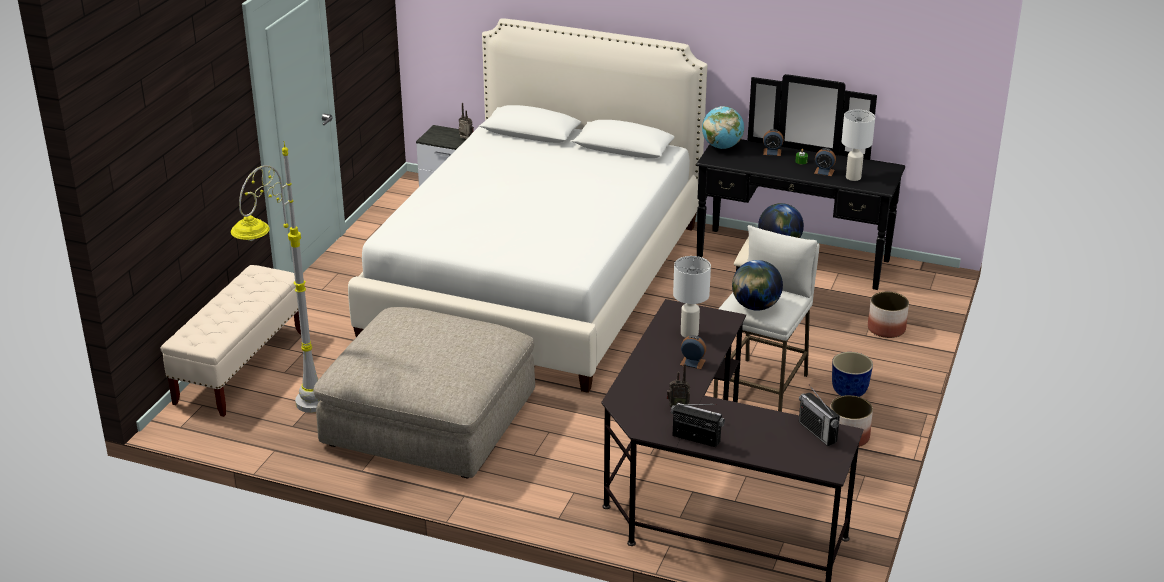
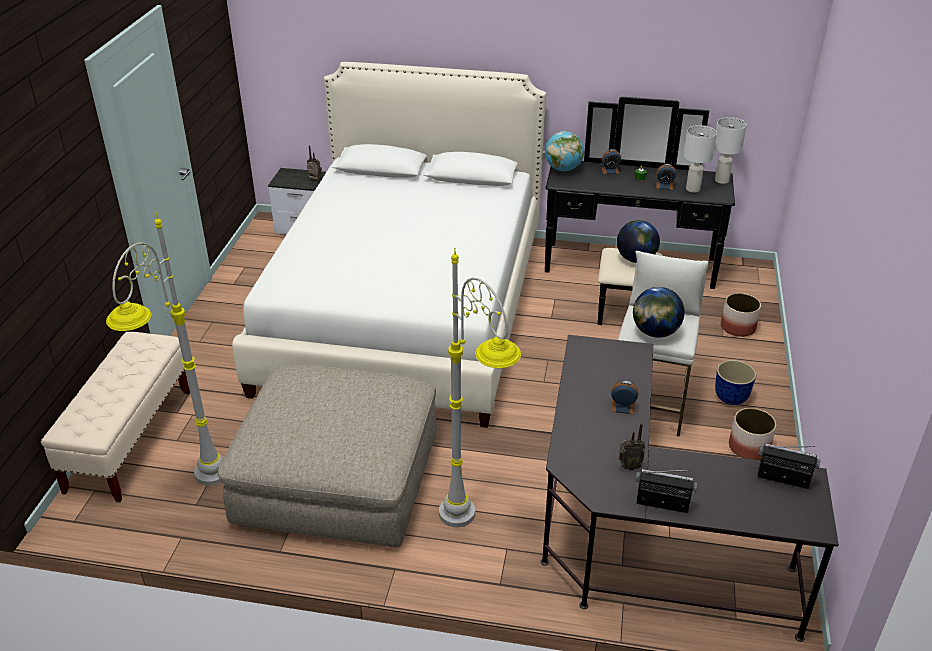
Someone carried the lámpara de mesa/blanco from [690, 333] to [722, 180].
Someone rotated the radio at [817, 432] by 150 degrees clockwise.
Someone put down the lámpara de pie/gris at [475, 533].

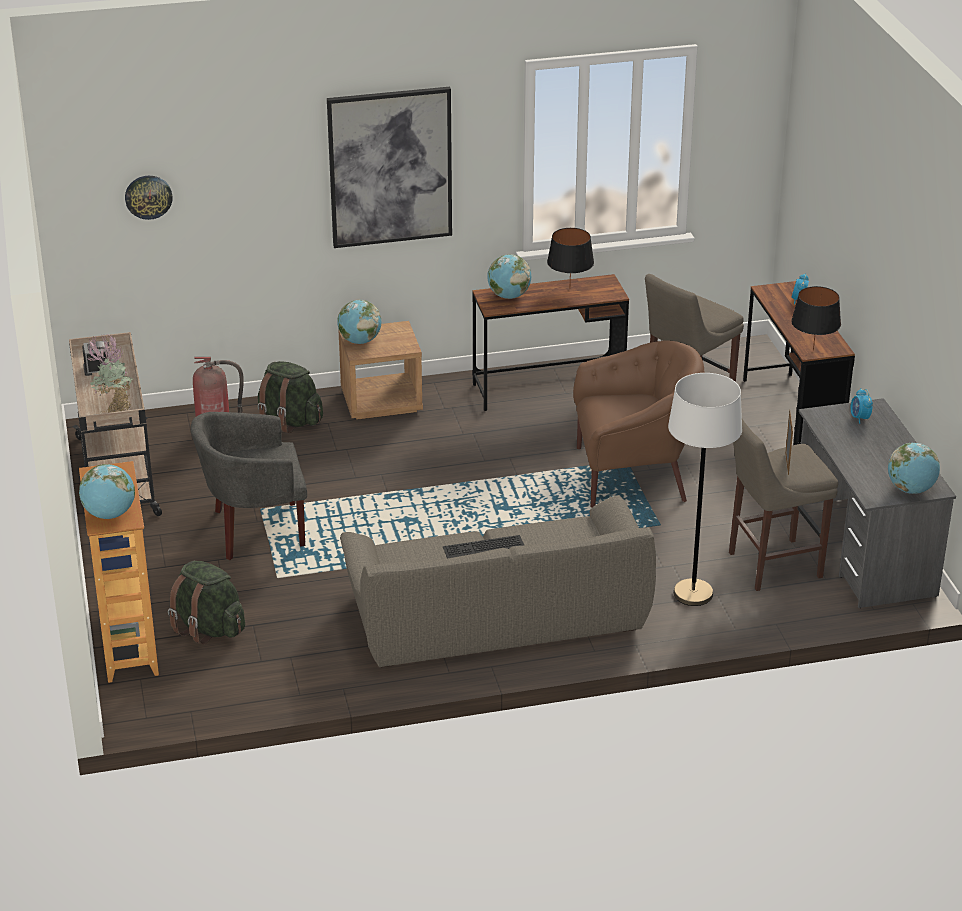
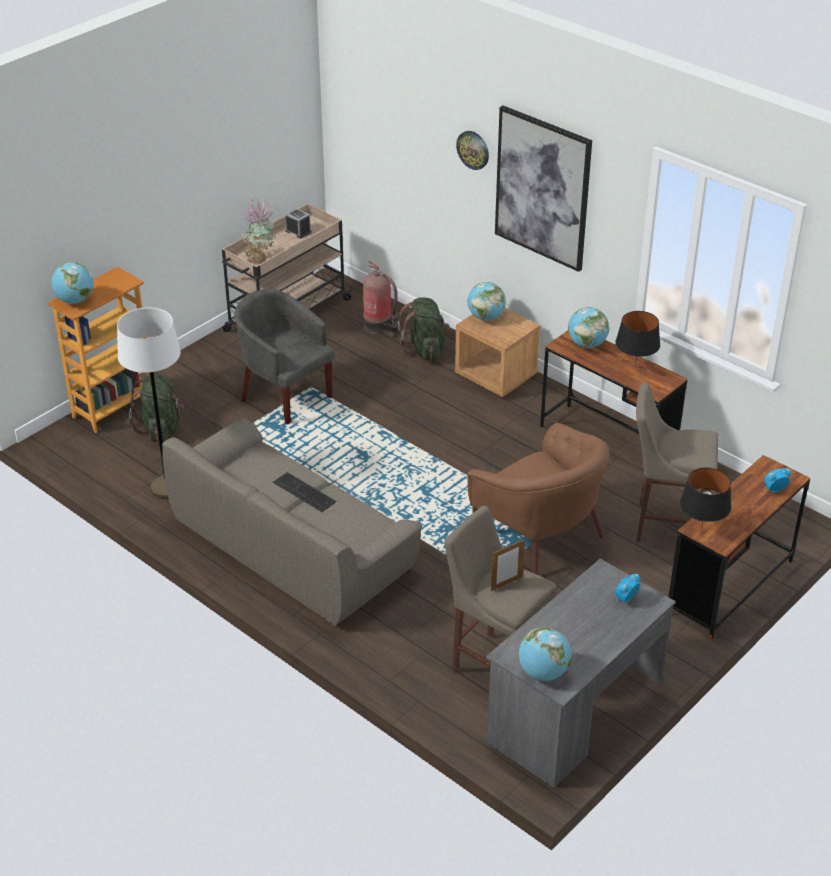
Someone carried the reloj de pared from [148, 196] to [473, 149].
Someone carried the lámpara de pie/blanco from [693, 594] to [167, 488].

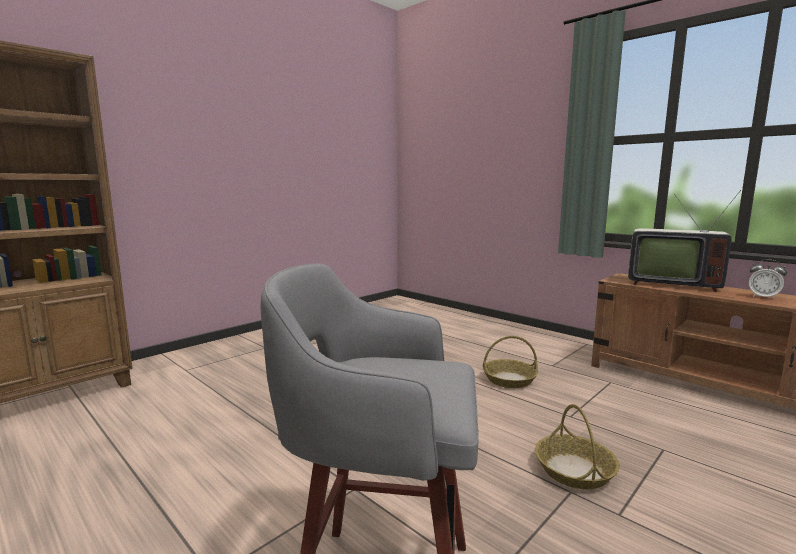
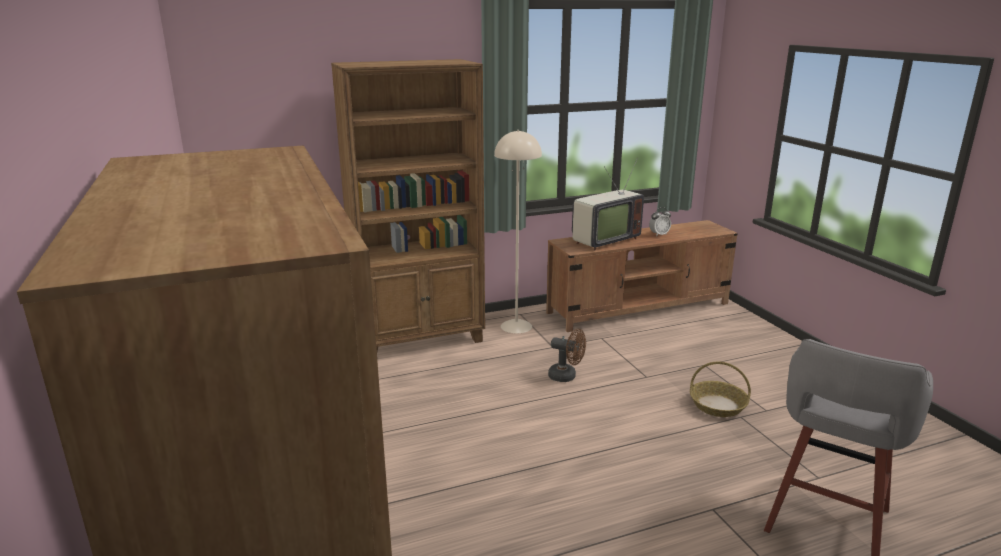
Someone swapped the cesta at [509, 379] for the ventilador/marrón at [566, 376].
Someone put down the estantería/marrón at [420, 339].
Someone put down the lámpara de pie/beis at [516, 326].

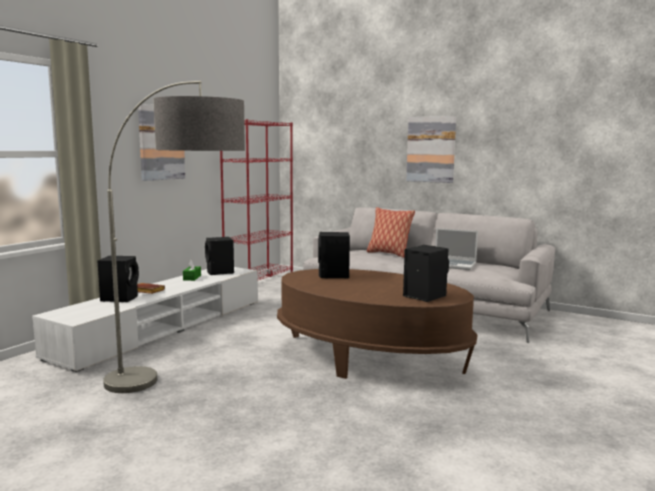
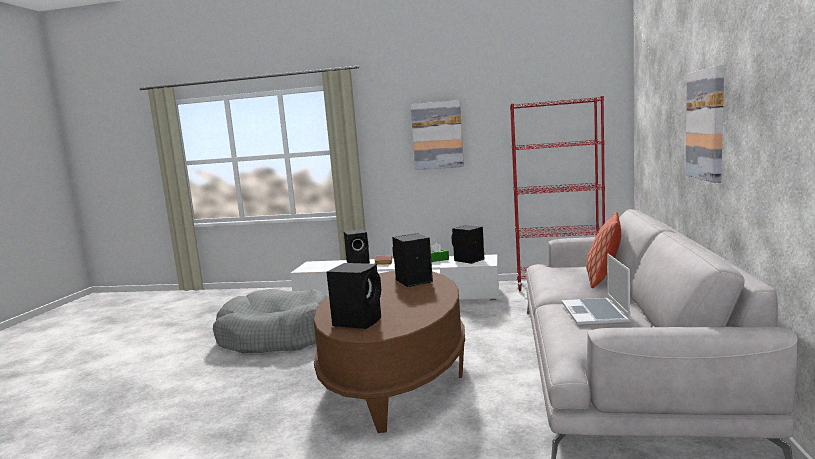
Someone swapped the lámpara de pie at [182, 393] for the cama para perro/gris at [276, 336].

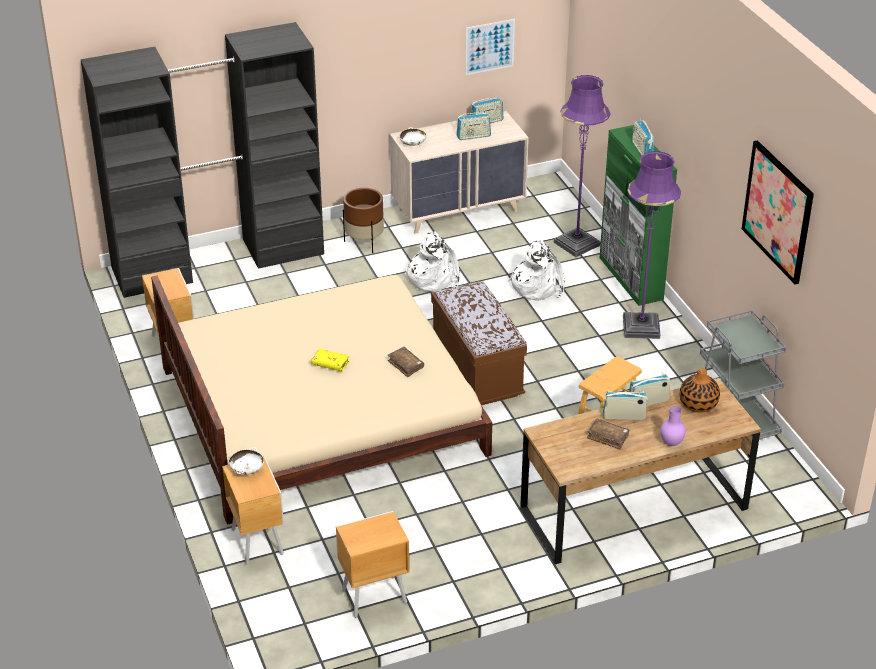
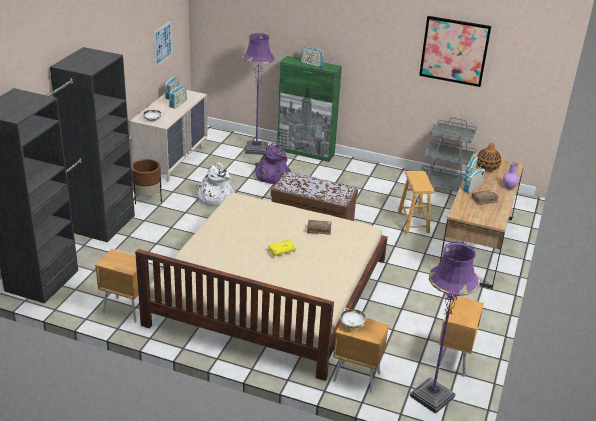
Someone carried the lámpara de pie/morado from [641, 327] to [432, 396].
Someone repainted the mochila/blanco at [537, 286], which became the mochila/morado at [271, 176].

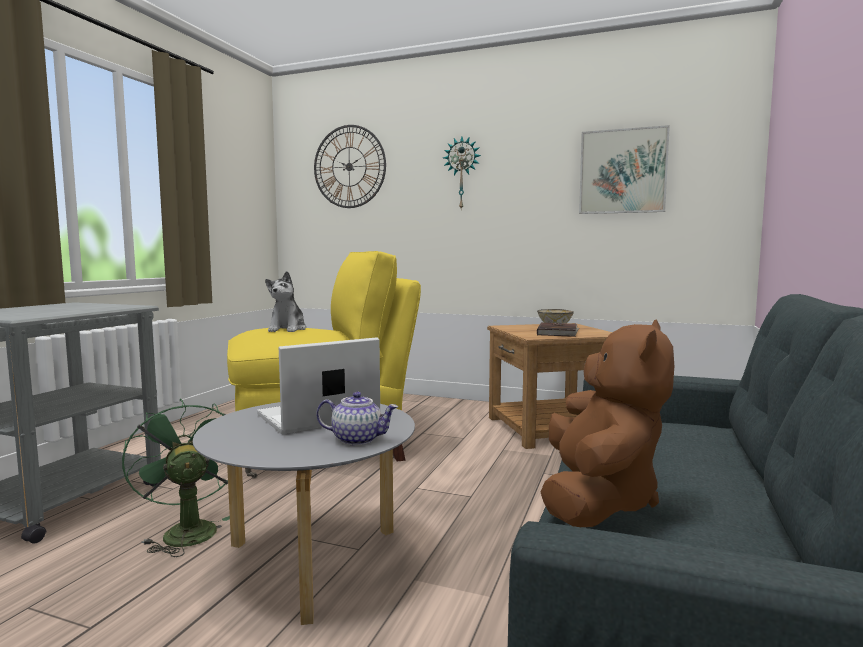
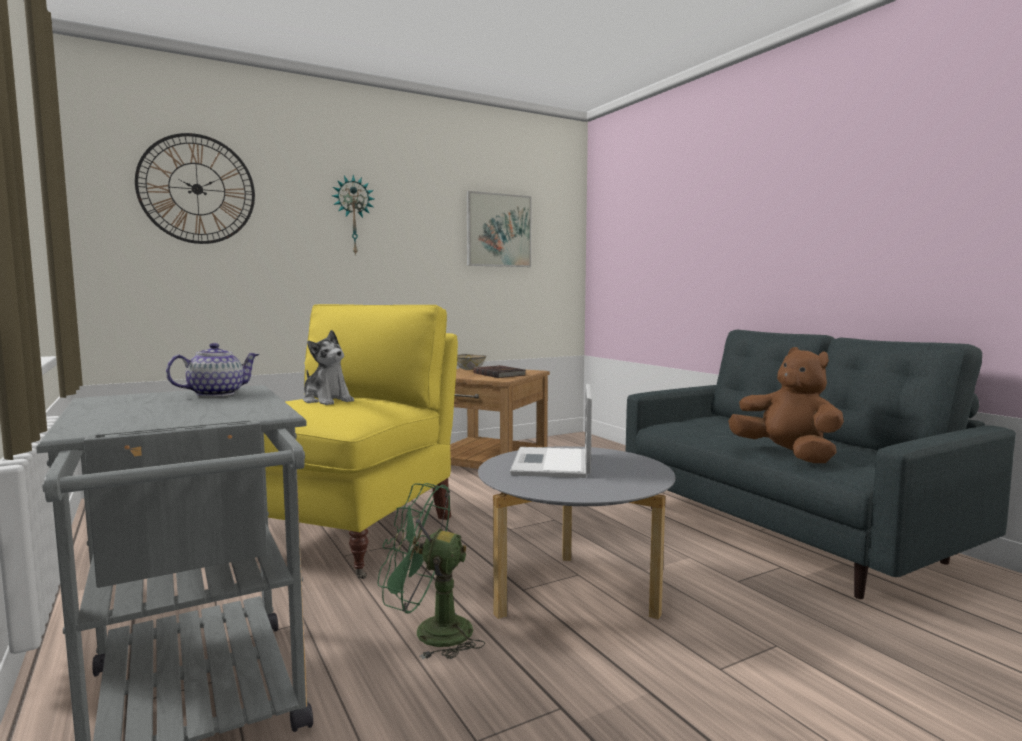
Someone carried the tetera from [358, 439] to [216, 394].

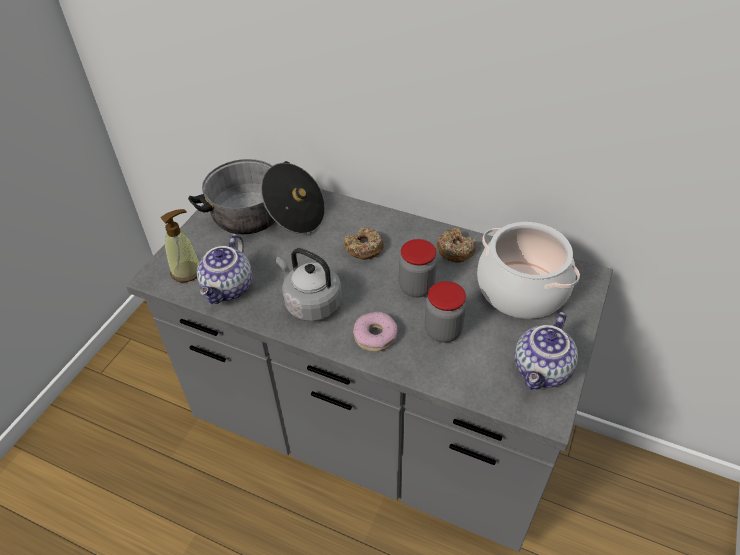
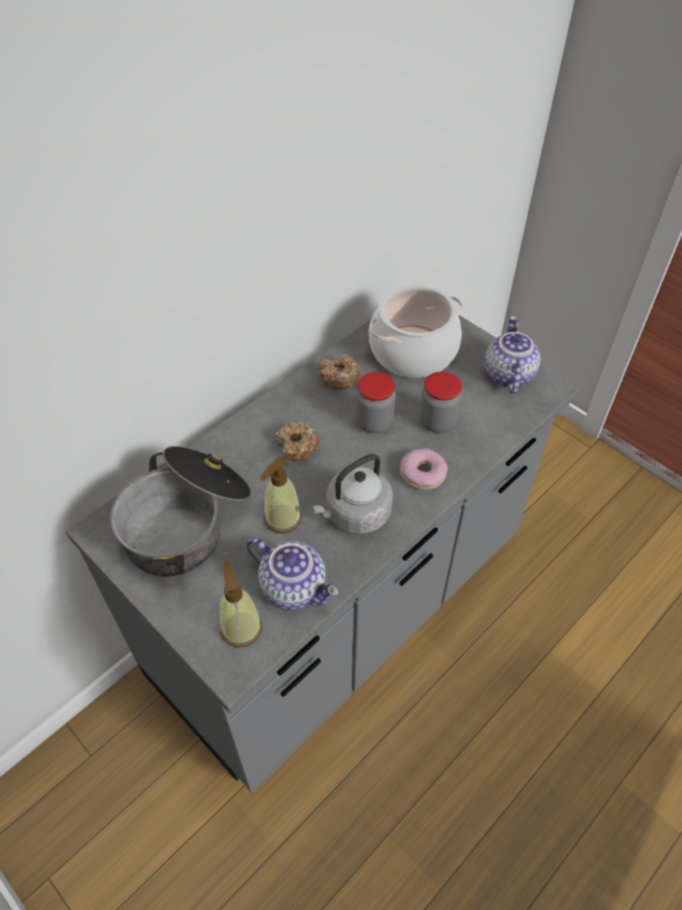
Someone rotated the tetera at [542, 371] by 135 degrees counterclockwise.
Someone put down the dispensador de jabón at [282, 518].

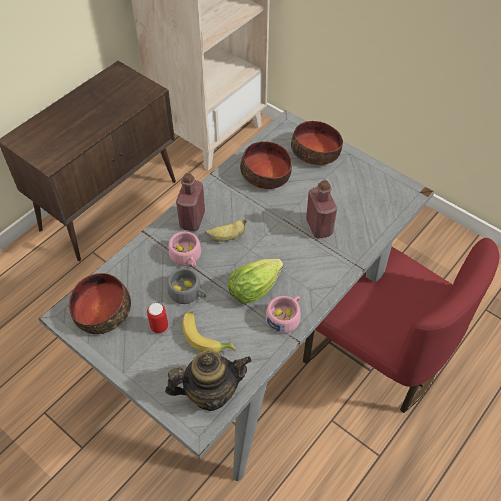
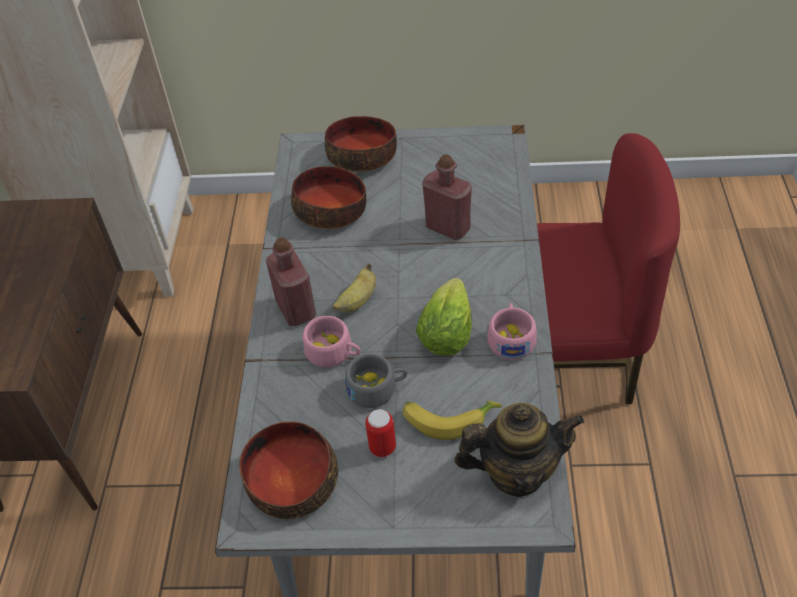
Someone rotated the tetera at [210, 392] by 45 degrees clockwise.

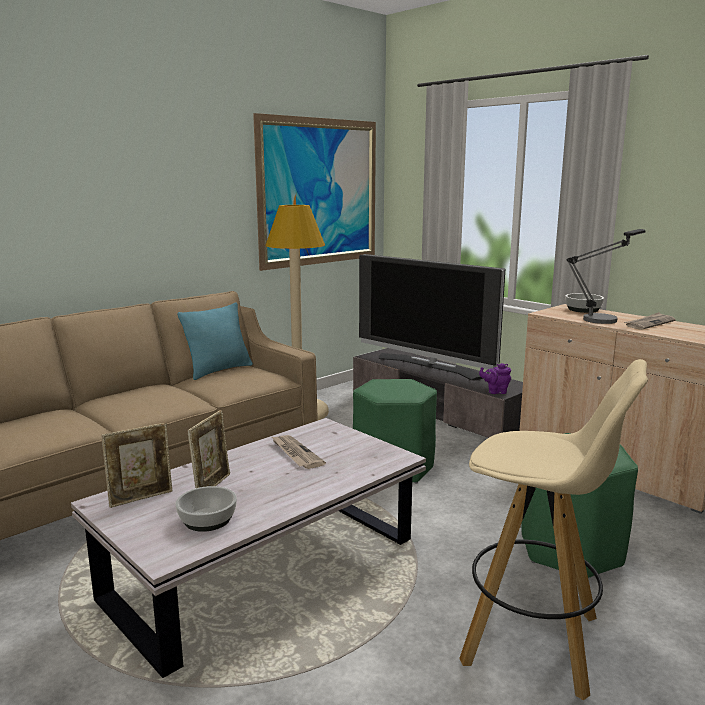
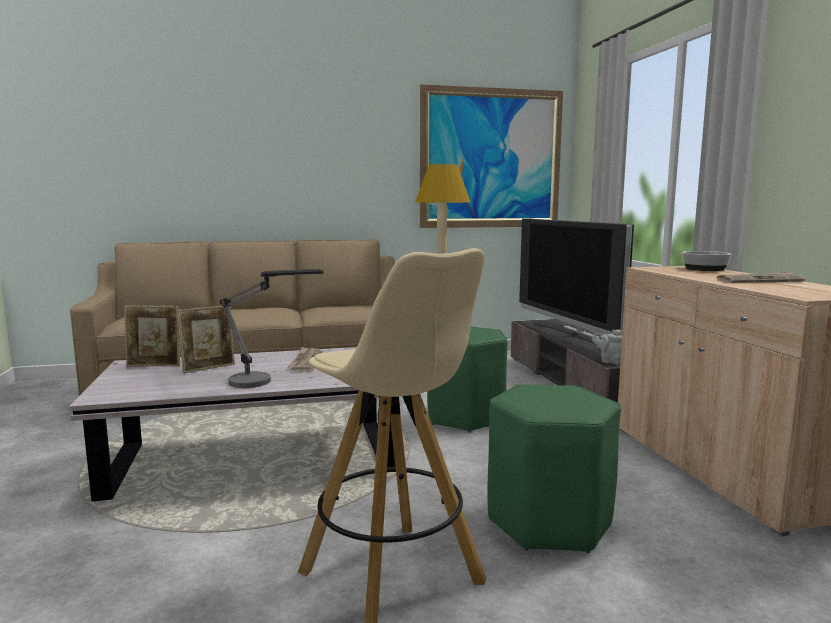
Someone carried the lámpara de mesa from [605, 318] to [263, 381].
Someone took away the cojín/turquesa at [218, 370].
Someone repainted the tetera/morado at [495, 391], which became the tetera/gris at [610, 361].
Someone took away the cuenco at [206, 519].

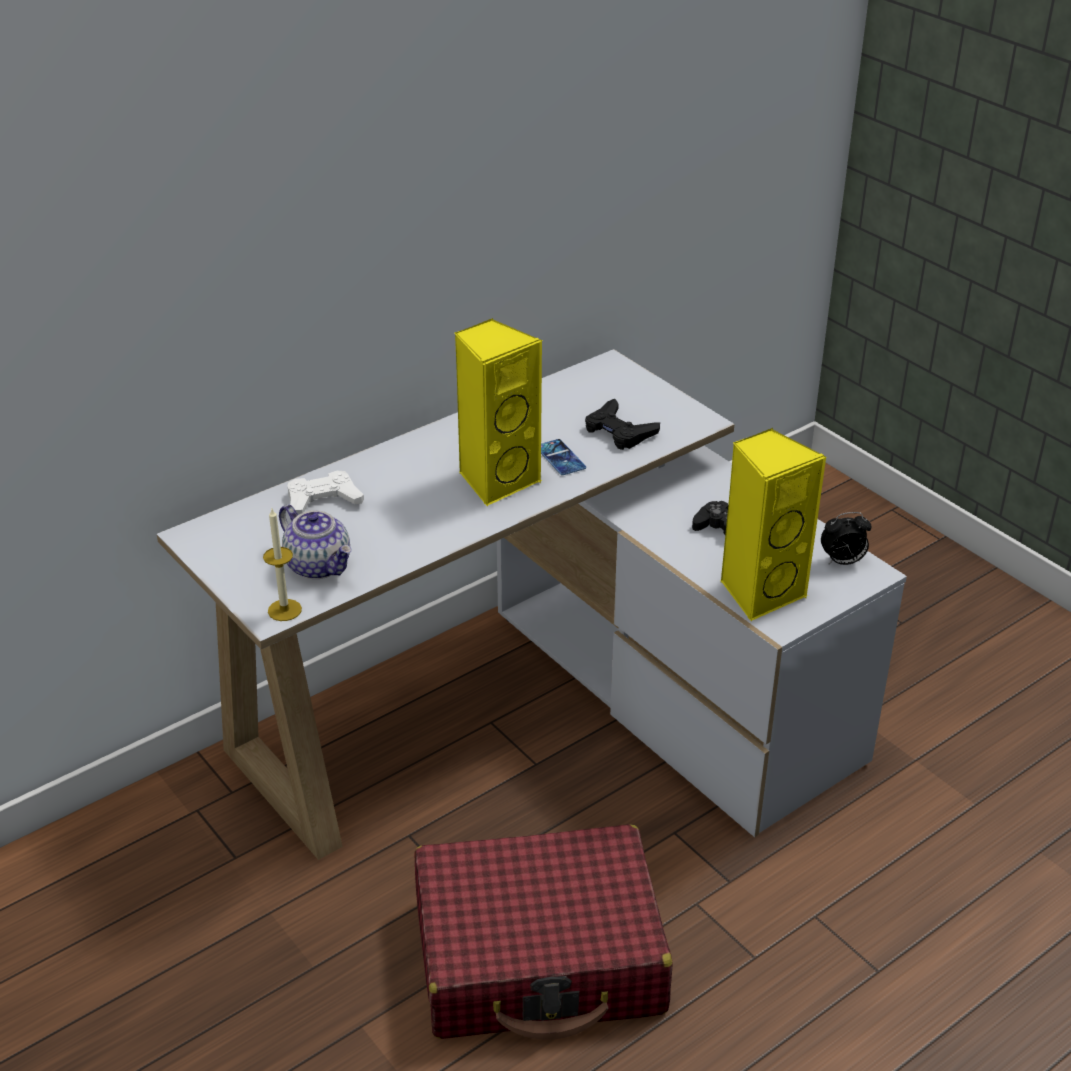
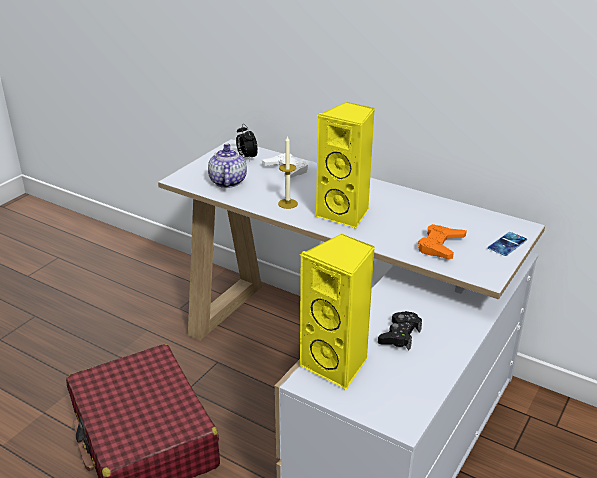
Someone repainted the mando de consola/negro at [619, 431], which became the mando de consola/naranja at [440, 246].
Someone carried the móvil from [560, 458] to [507, 244].
Someone rotated the tetera at [319, 565] by 150 degrees clockwise.
Someone carried the vela from [284, 610] to [287, 203].
Someone carried the despertador from [842, 562] to [246, 157].

